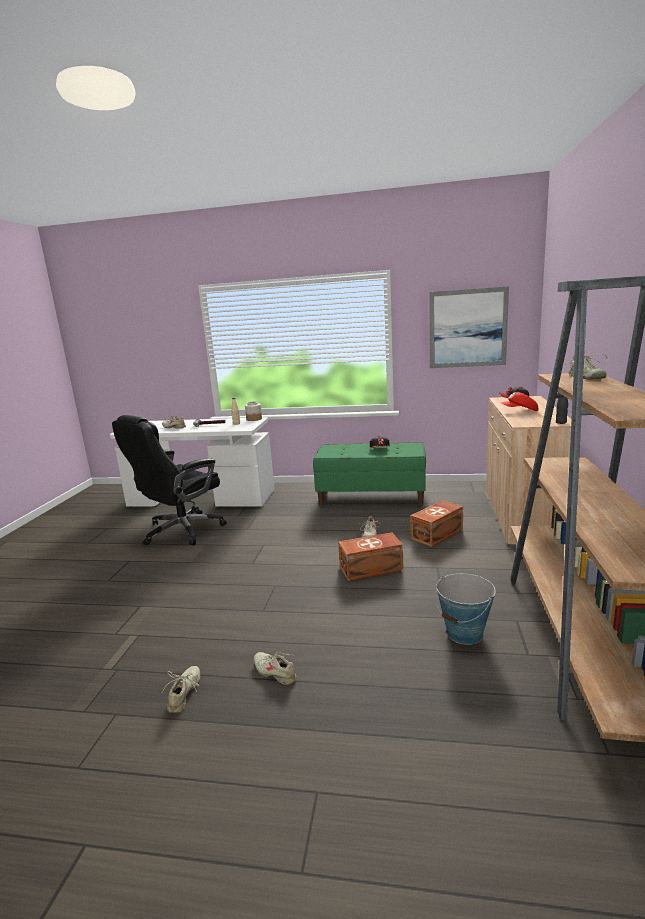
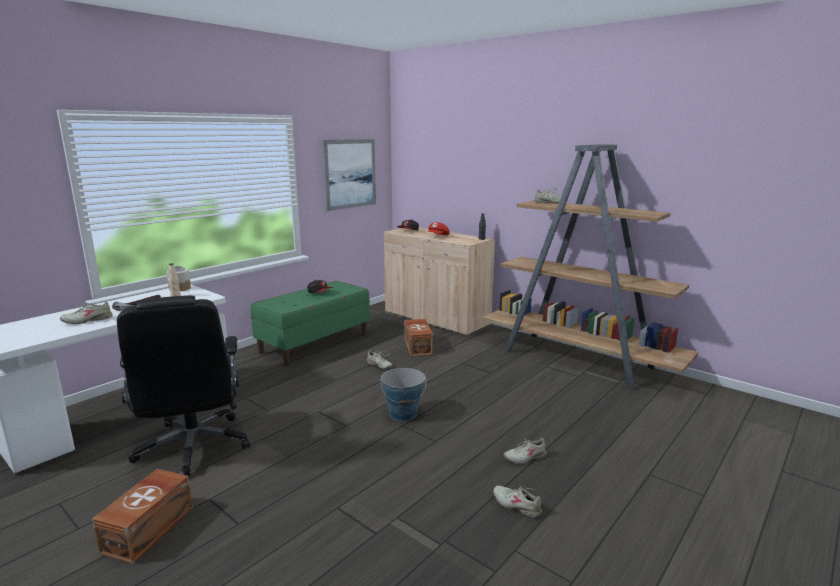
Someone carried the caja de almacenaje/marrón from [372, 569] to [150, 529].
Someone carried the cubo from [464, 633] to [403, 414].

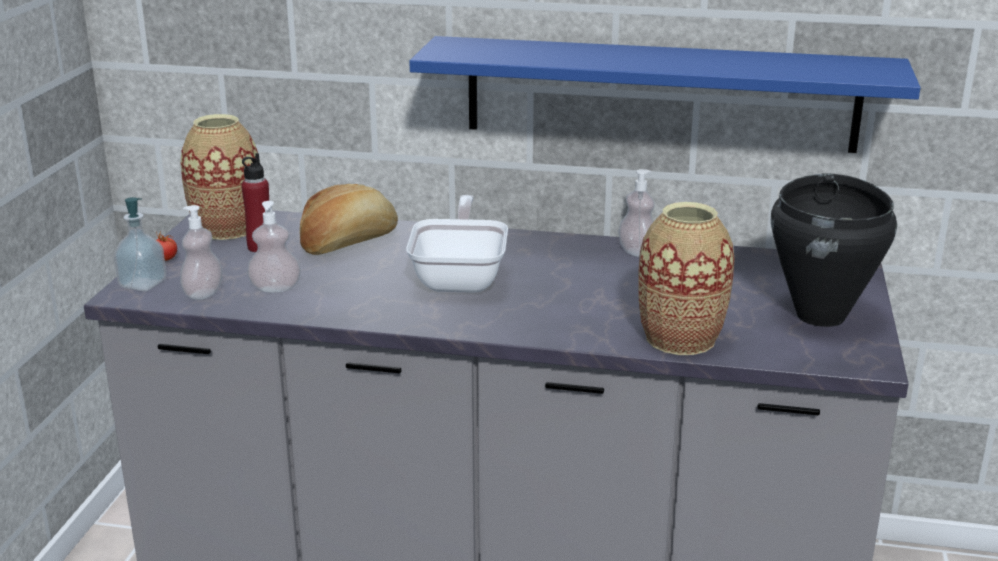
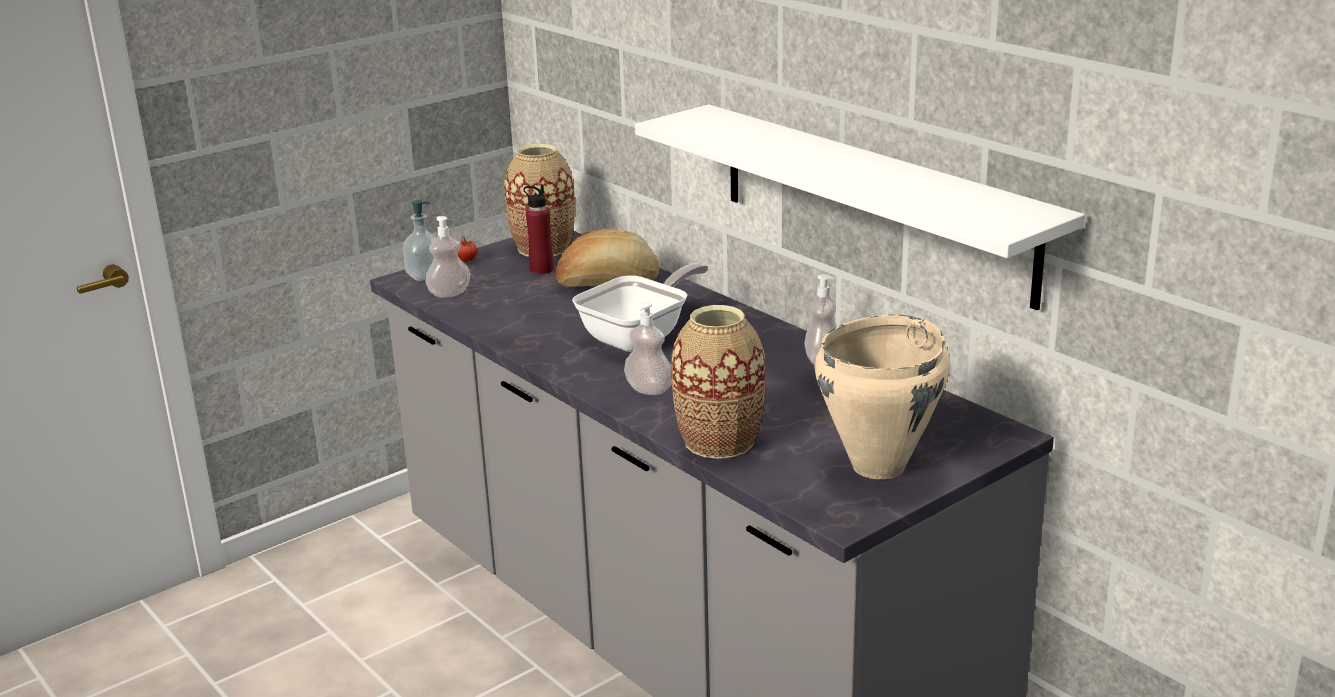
Someone repainted the estante/azul at [660, 94], which became the estante/blanco at [872, 201].
Someone repainted the olla/negro at [821, 315], which became the olla/beis at [879, 466].
Someone carried the dispensador de jabón from [275, 288] to [649, 390].

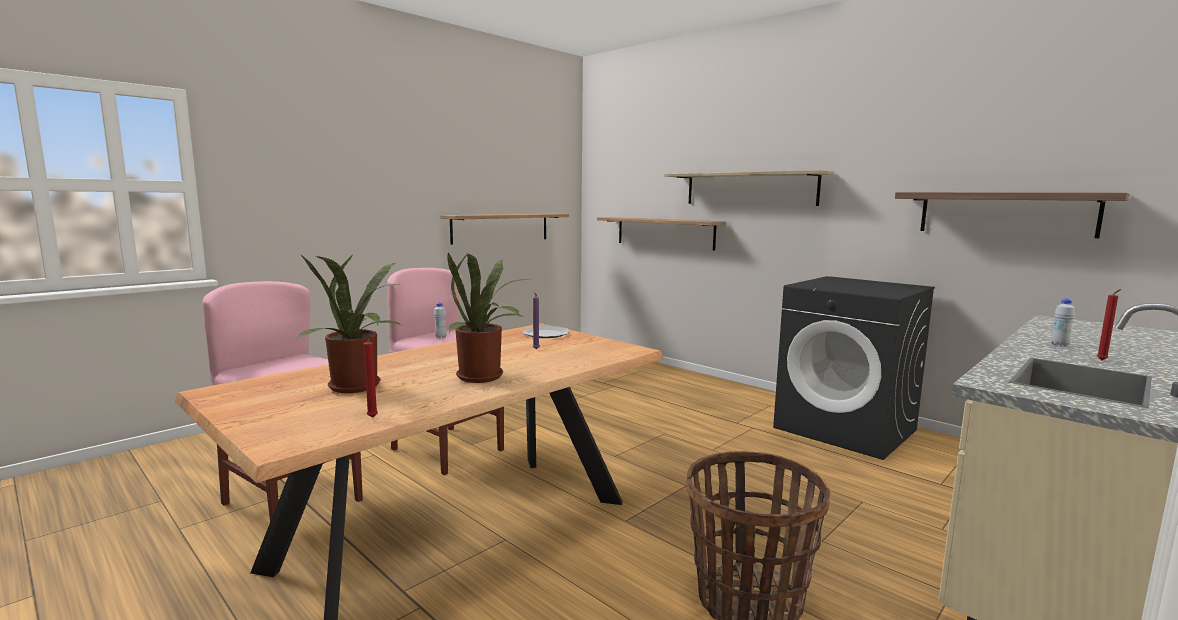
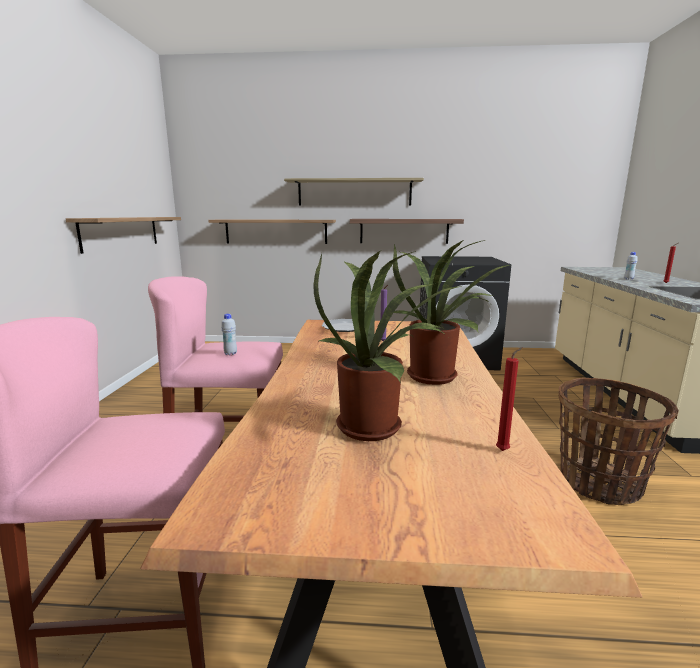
Someone carried the estante from [1005, 213] to [404, 231].

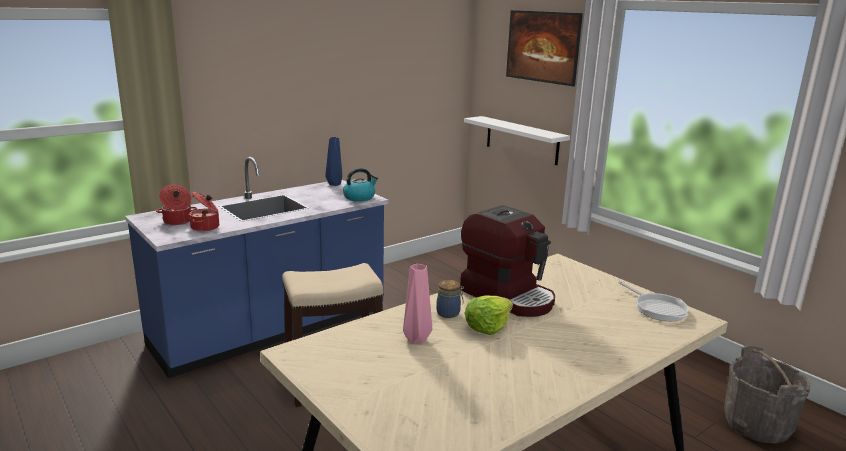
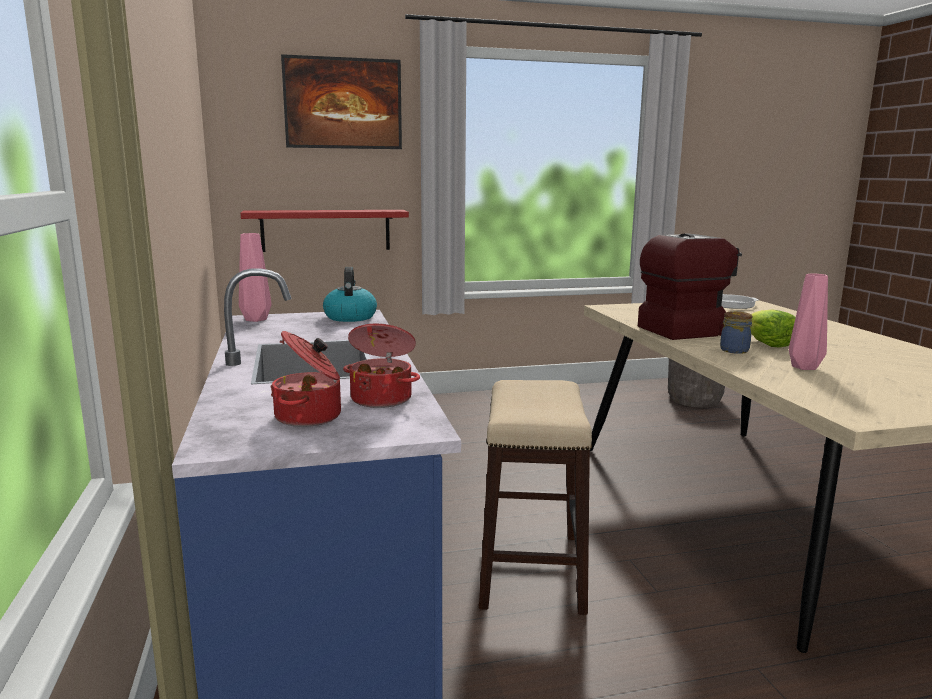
Someone repainted the estante/blanco at [521, 140], which became the estante/rojo at [326, 230].
Someone repainted the florero/azul at [335, 184], which became the florero/rosa at [256, 319].

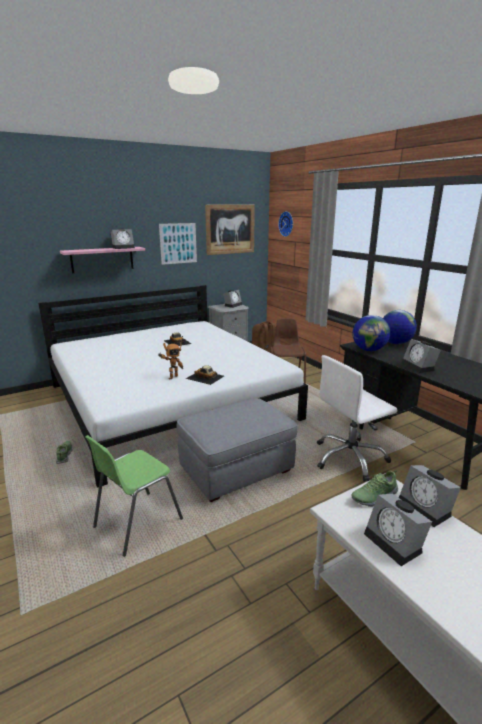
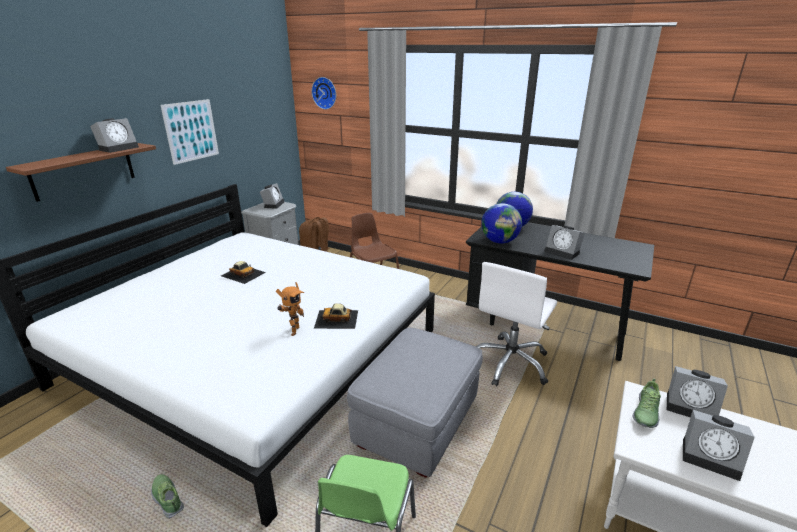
Someone took away the cuadro at [230, 229].
Someone repainted the estante/rosa at [102, 259], which became the estante/marrón at [83, 171].

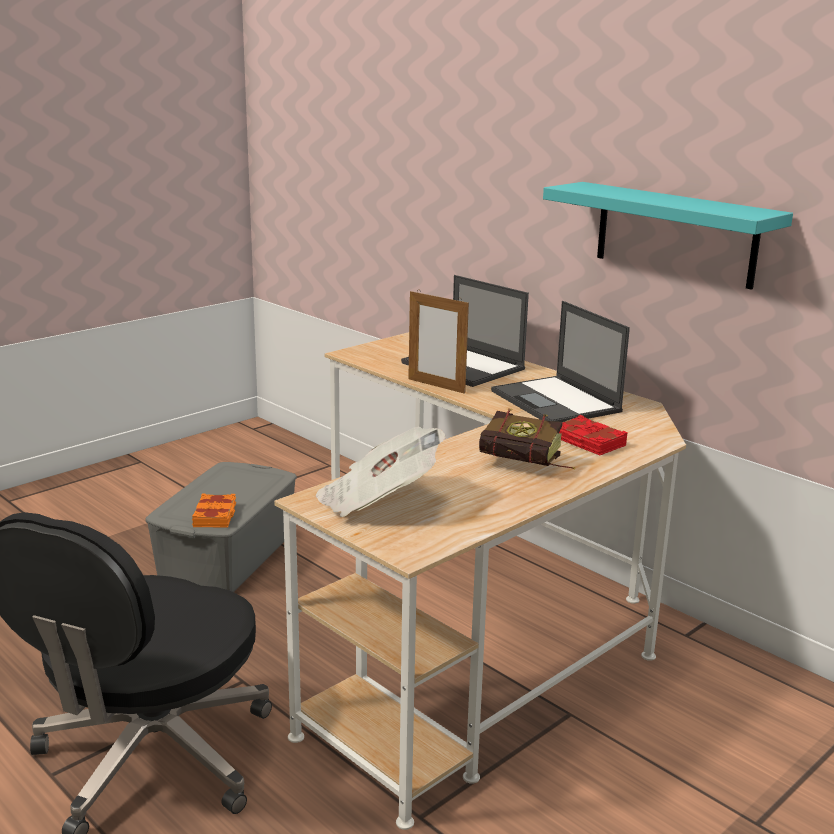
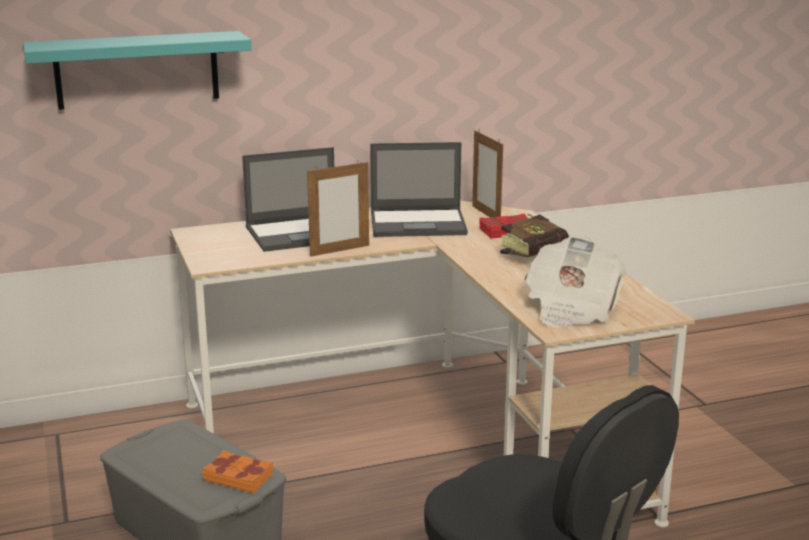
Someone carried the estante/turquesa from [675, 234] to [137, 70].
Someone put down the portarretratos at [486, 214].

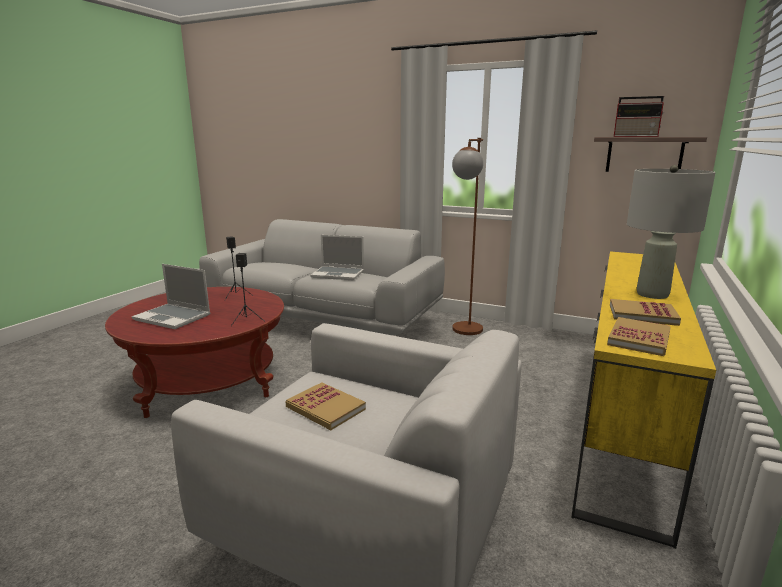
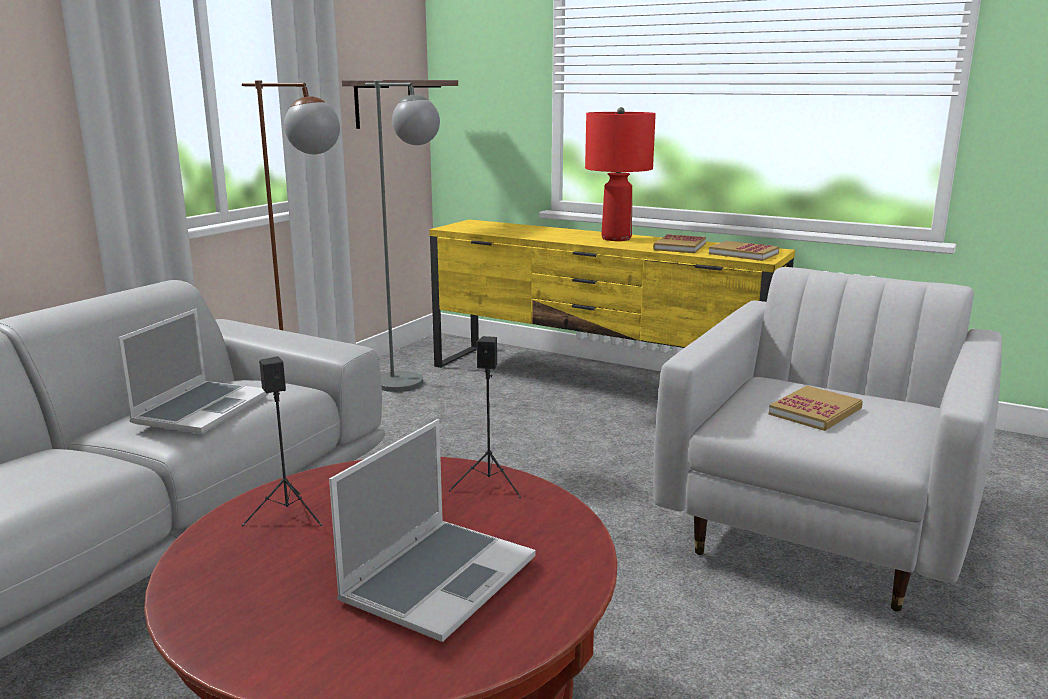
Someone took away the radio at [636, 136].
Someone repainted the lámpara de mesa/gris at [652, 294], which became the lámpara de mesa/rojo at [615, 238].
Someone put down the lámpara de pie/gris at [410, 387].

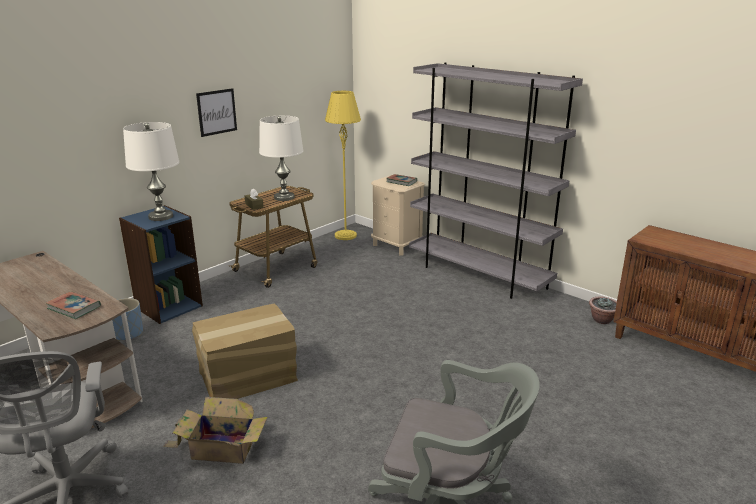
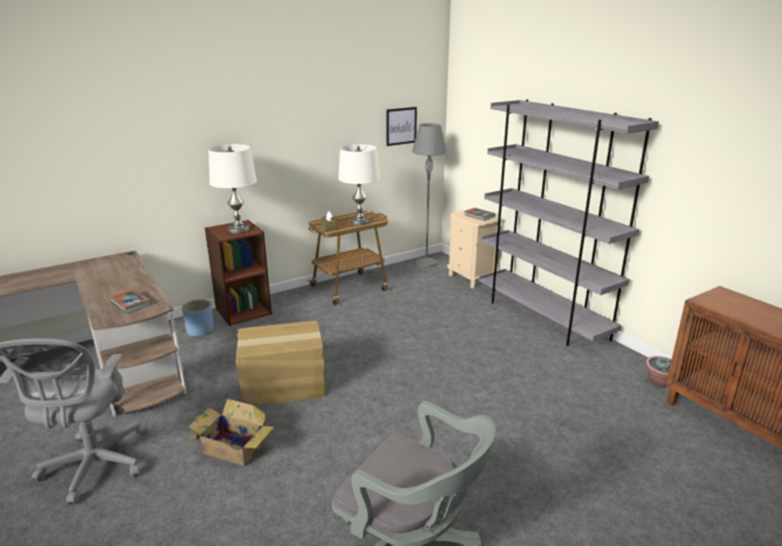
Someone carried the cuadro from [216, 112] to [401, 126].
Someone repainted the lámpara de pie/amarillo at [345, 235], which became the lámpara de pie/gris at [426, 263].
Someone repainted the estantería/azul at [168, 306], which became the estantería/marrón at [243, 311].

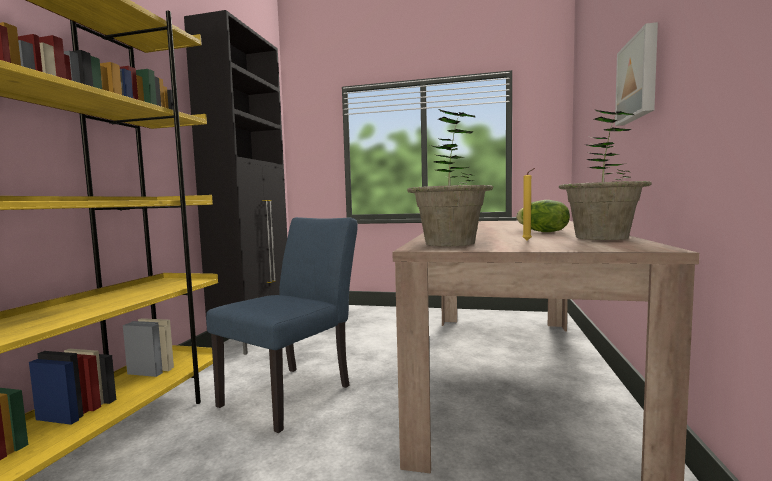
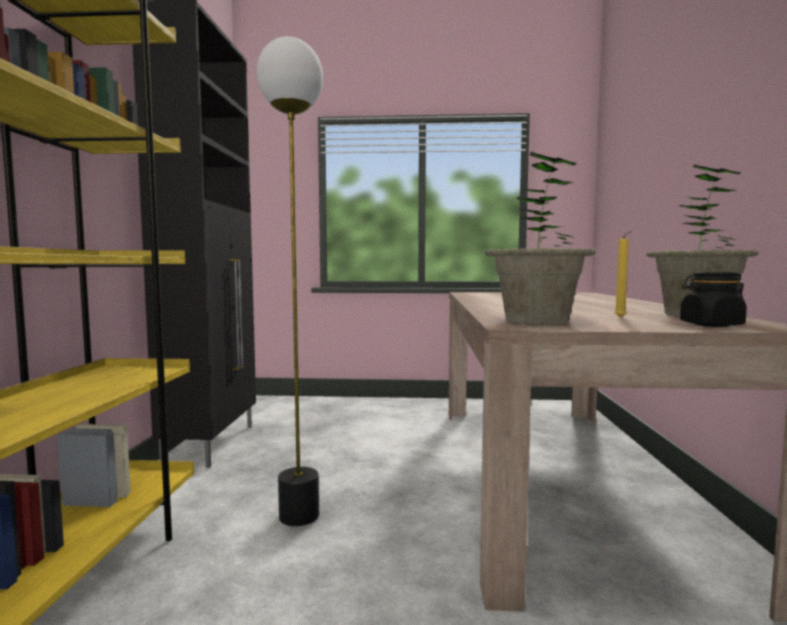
Someone took away the cuadro at [639, 79].
Someone took away the lechuga at [542, 232].
Someone swapped the silla/azul at [294, 392] for the lámpara de pie at [300, 515].
Someone put down the tarro/negro at [711, 325].

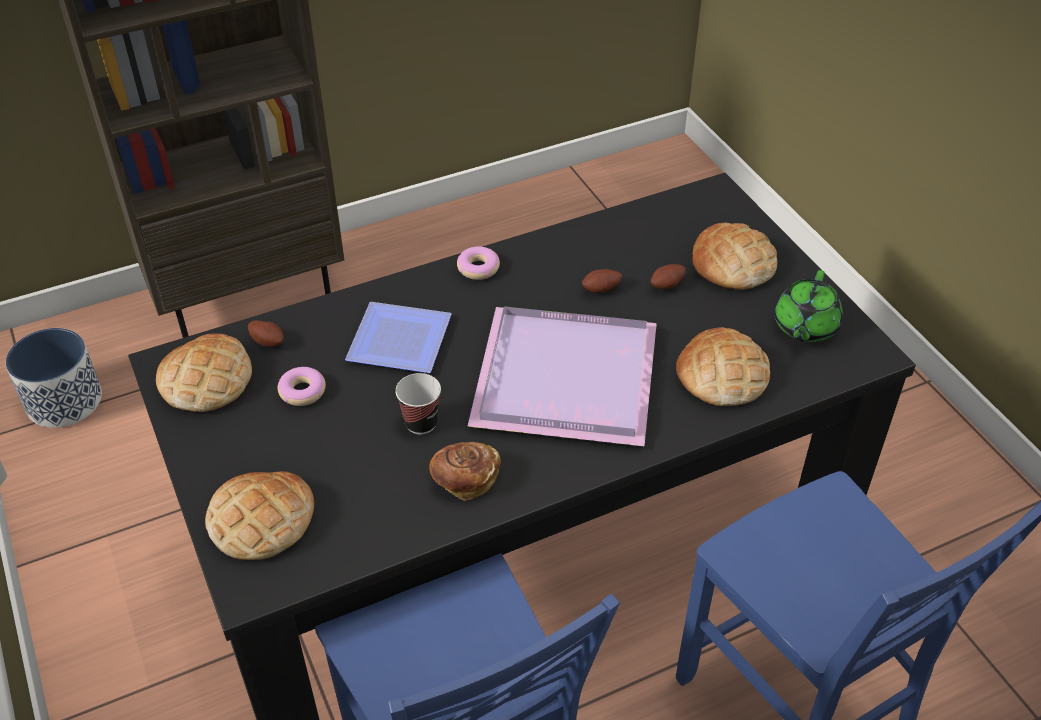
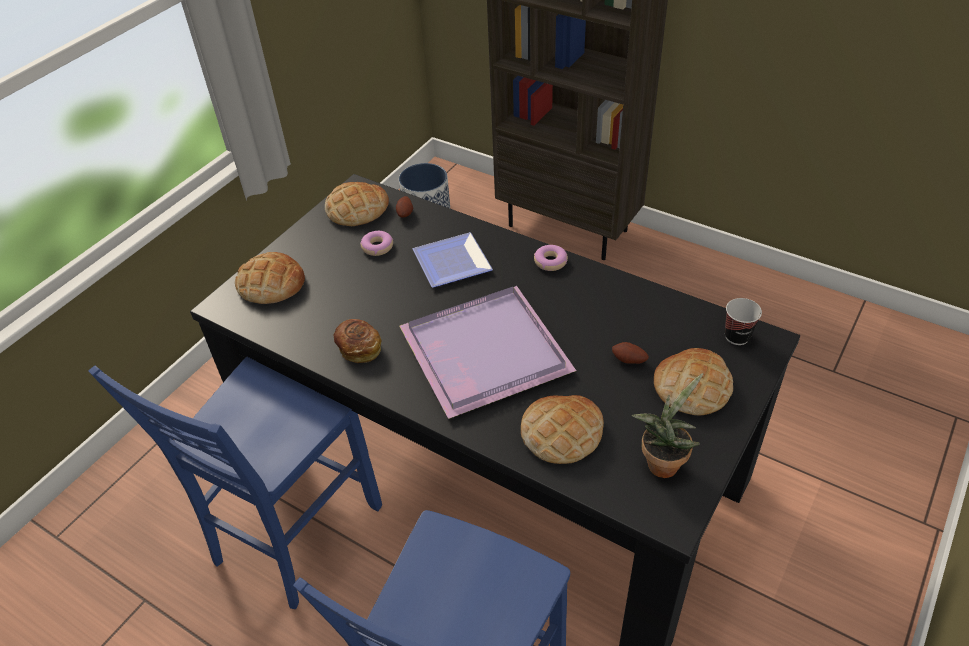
Someone took away the patata at [602, 290].
Someone swapped the tetera/verde at [804, 327] for the planta en maceta at [663, 461].
Someone carried the taza from [421, 423] to [737, 336].

